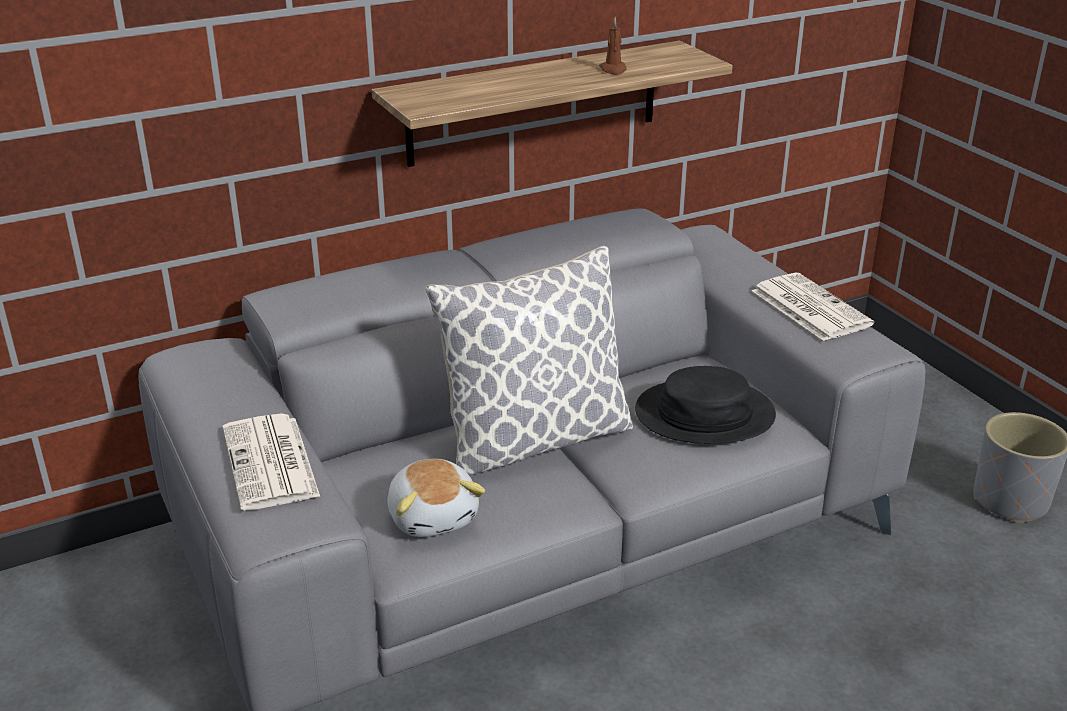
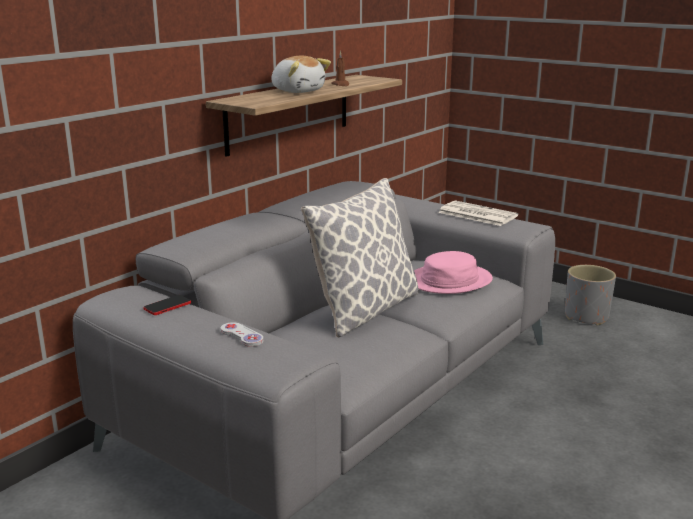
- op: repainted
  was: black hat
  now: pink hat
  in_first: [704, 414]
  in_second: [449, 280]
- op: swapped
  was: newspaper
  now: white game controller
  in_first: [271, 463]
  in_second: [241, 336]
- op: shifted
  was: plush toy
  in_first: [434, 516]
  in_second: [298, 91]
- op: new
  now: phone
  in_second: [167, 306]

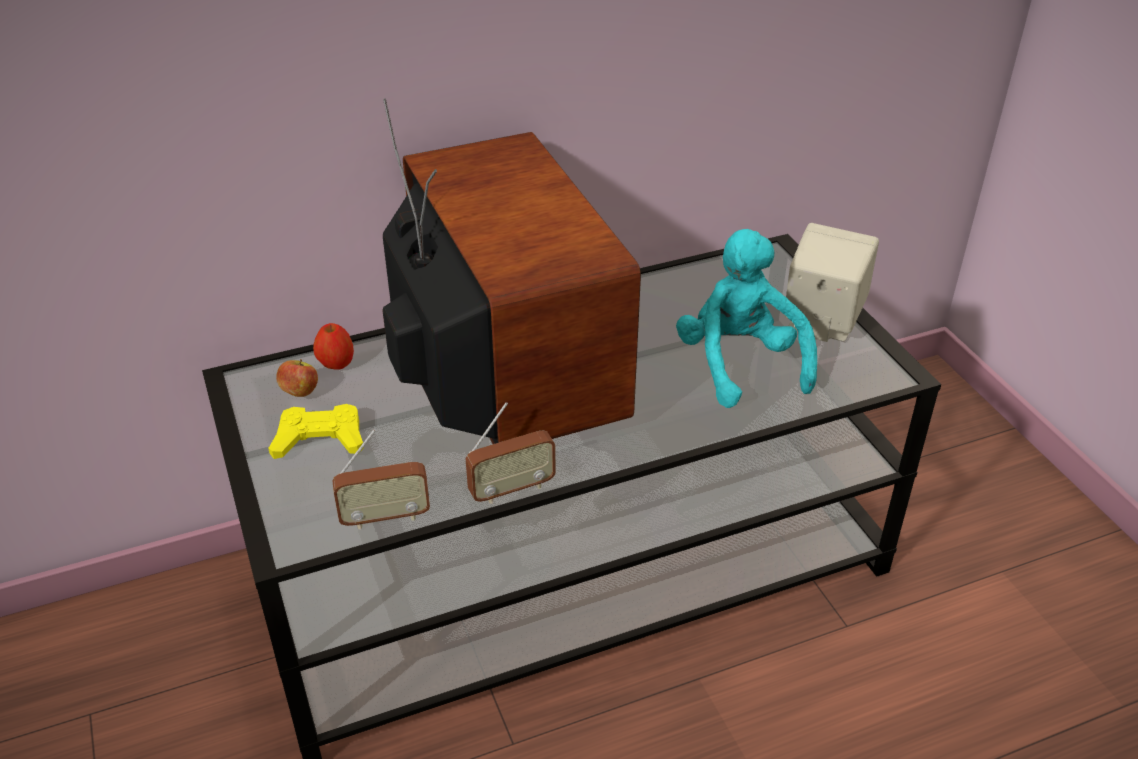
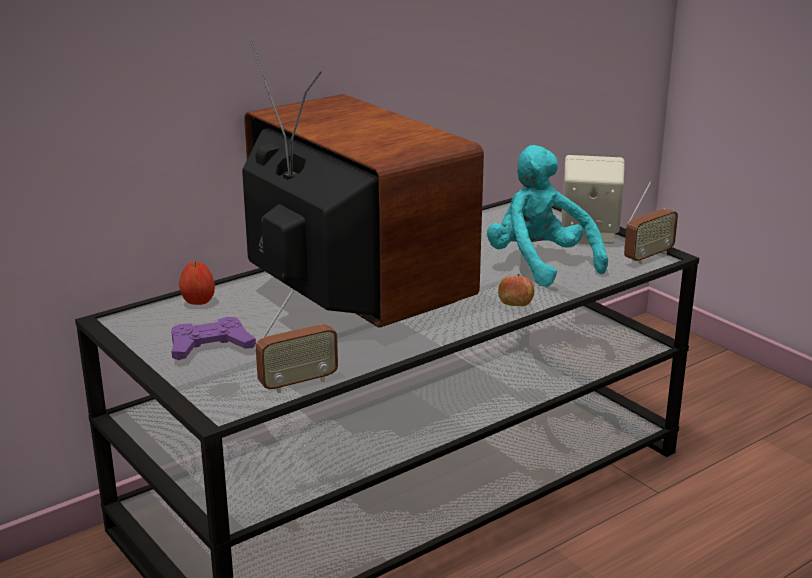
- op: shifted
  was: apple
  in_first: [299, 392]
  in_second: [515, 306]
- op: shifted
  was: radio
  in_first: [512, 489]
  in_second: [648, 256]
- op: repainted
  was: yellow game controller
  now: purple game controller
  in_first: [320, 439]
  in_second: [210, 347]

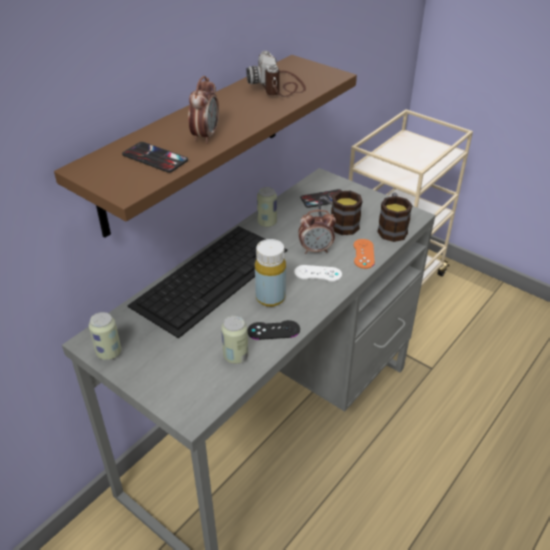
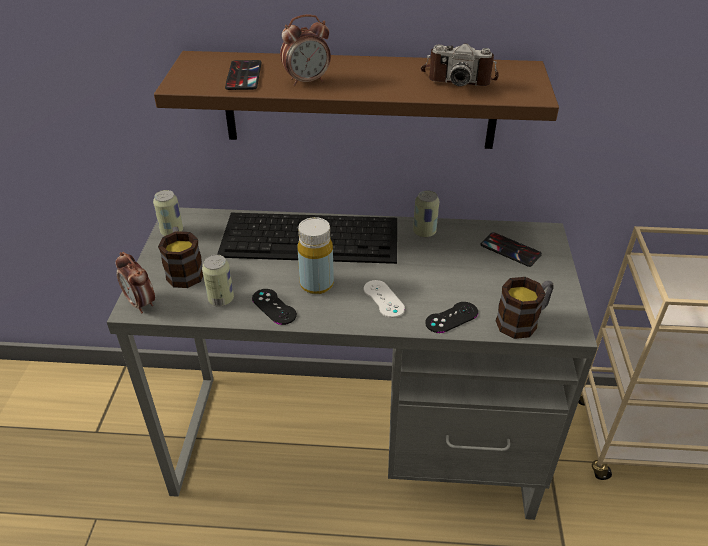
- op: rotated
  was: photo camera
  in_first: [279, 86]
  in_second: [458, 78]
  clockwise: -120
- op: shifted
  was: mug
  in_first: [338, 225]
  in_second: [184, 270]
- op: shifted
  was: alarm clock
  in_first: [316, 250]
  in_second: [141, 303]
- op: repainted
  was: orange game controller
  now: black game controller
  in_first: [363, 254]
  in_second: [451, 317]

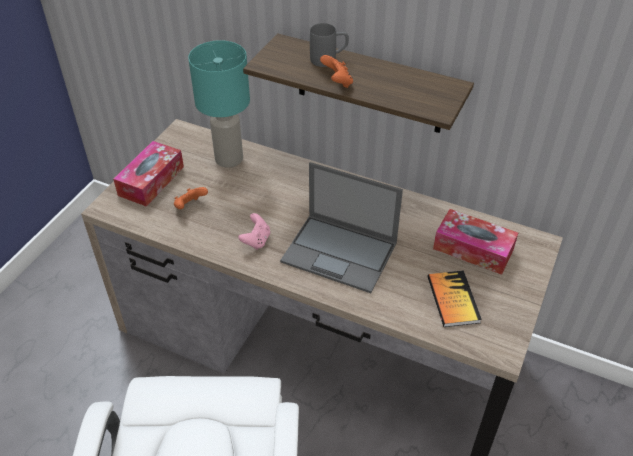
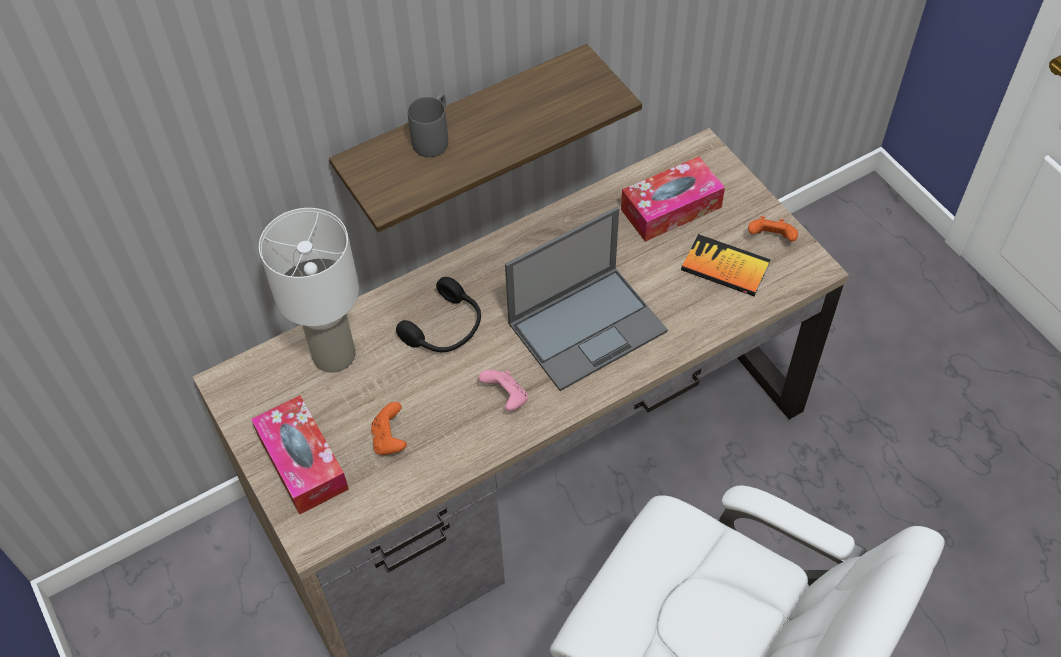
- op: repainted
  was: turquoise table lamp
  now: white table lamp
  in_first: [228, 159]
  in_second: [333, 356]
- op: shifted
  was: orange game controller
  in_first: [337, 82]
  in_second: [771, 239]
- op: new
  now: black headphones
  in_second: [446, 328]

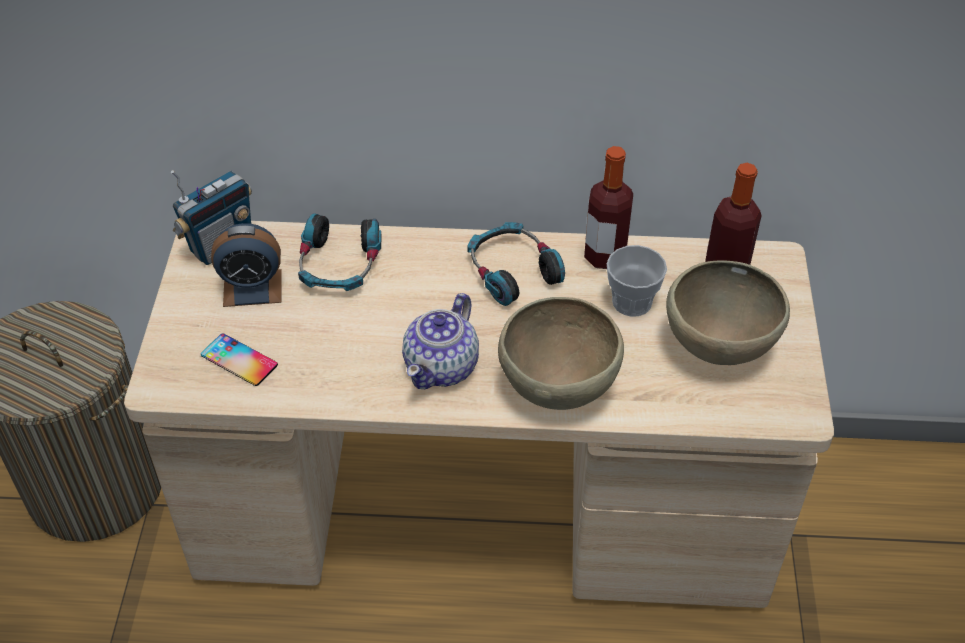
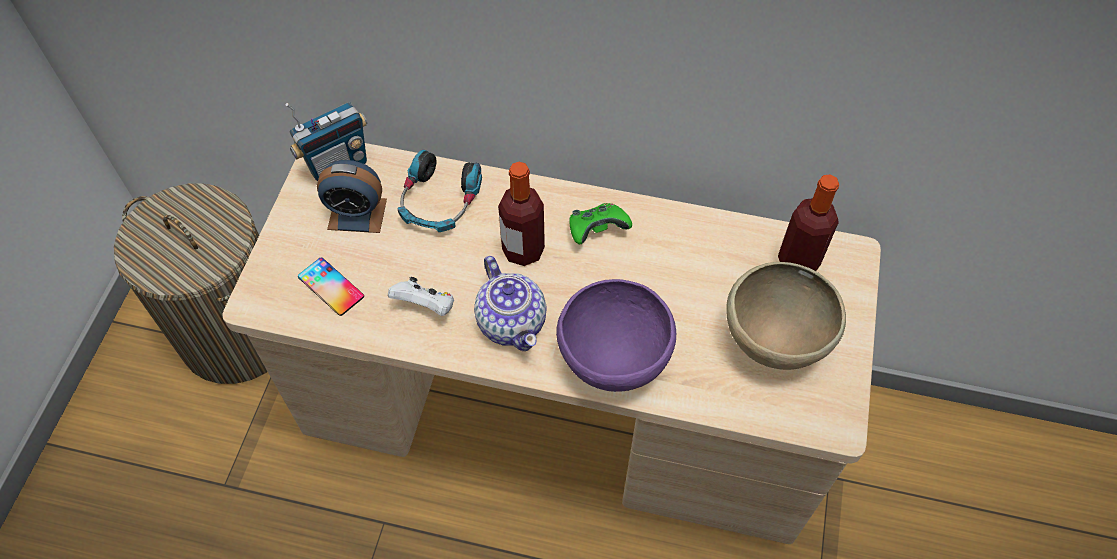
- op: shifted
  was: bottle
  in_first: [605, 256]
  in_second: [523, 250]
- op: swapped
  was: headphones
  now: green game controller
  in_first: [512, 271]
  in_second: [597, 231]
- op: gone
  was: cup
  in_first: [632, 302]
- op: rotated
  was: teapot
  in_first: [442, 366]
  in_second: [512, 321]
  clockwise: -60
- op: repainted
  was: brown bowl
  now: purple bowl
  in_first: [558, 387]
  in_second: [613, 360]
- op: new
  now: white game controller
  in_second: [426, 306]

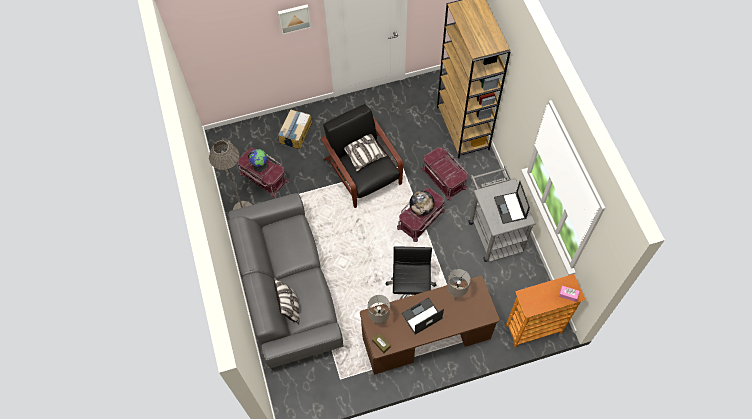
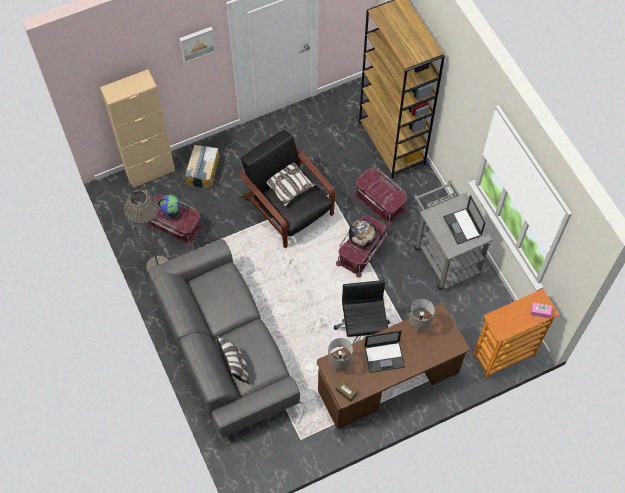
- op: rotated
  was: laptop
  in_first: [421, 316]
  in_second: [385, 356]
  clockwise: -150
- op: new
  now: beige cabinet
  in_second: [150, 171]

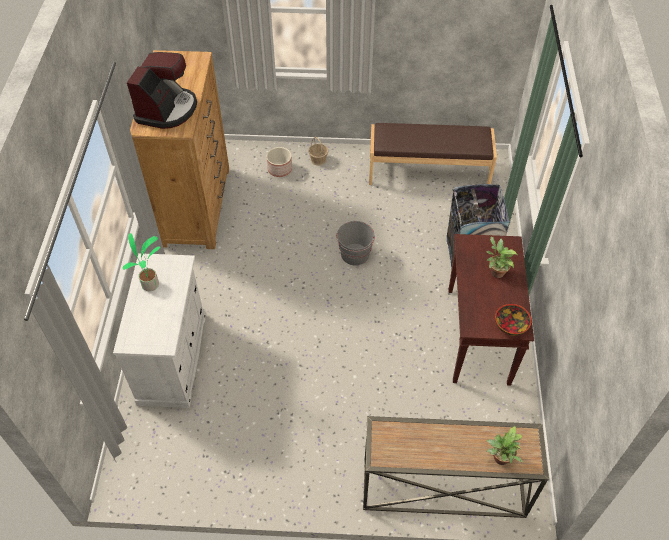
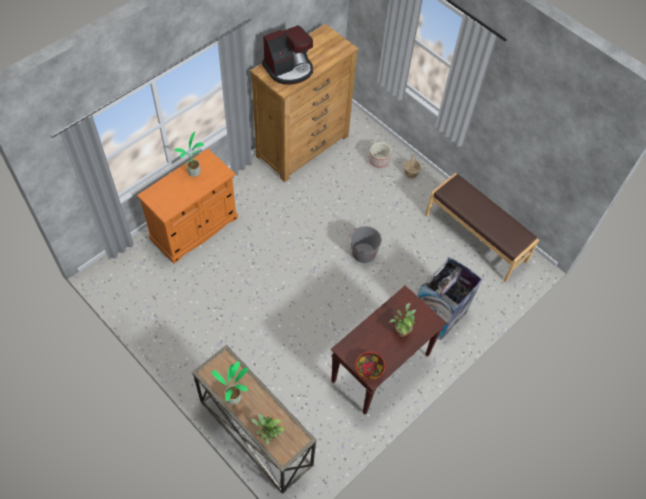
- op: repainted
  was: white cabinet
  now: orange cabinet
  in_first: [173, 358]
  in_second: [194, 228]
- op: new
  now: potted plant
  in_second: [234, 397]

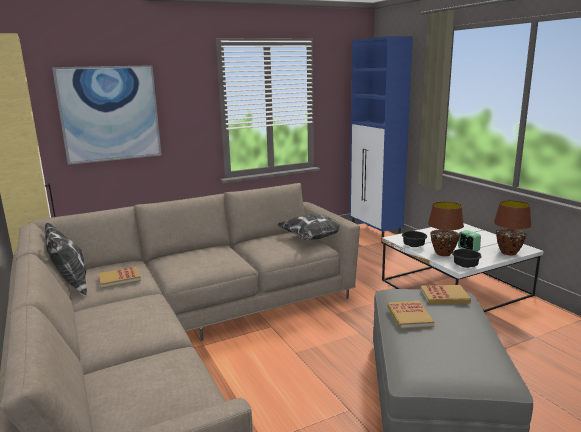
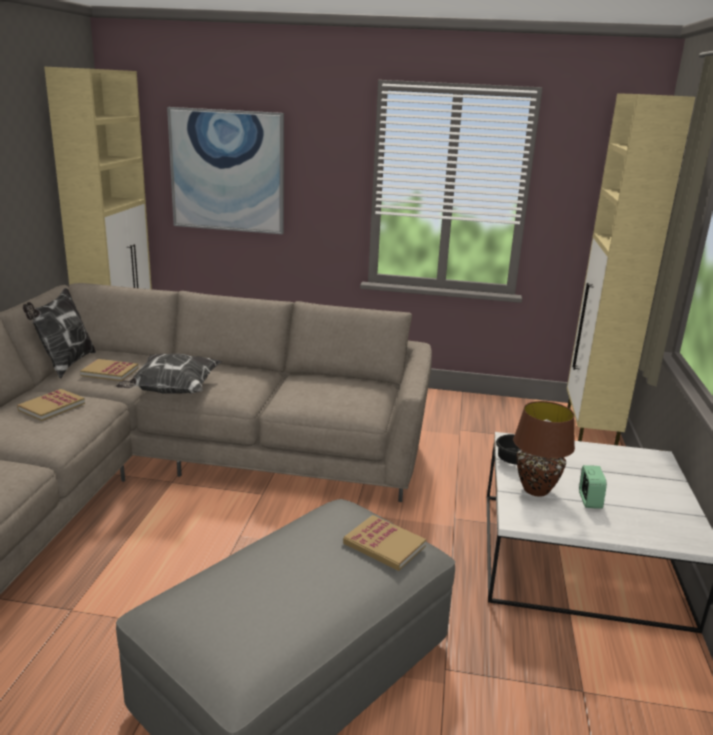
- op: repainted
  was: blue cabinet
  now: beige cabinet
  in_first: [375, 234]
  in_second: [590, 428]
- op: gone
  was: brown table lamp
  in_first: [508, 252]
- op: shifted
  was: pillow
  in_first: [312, 239]
  in_second: [172, 391]
- op: gone
  was: black bowl
  in_first: [466, 266]
- op: shifted
  was: book
  in_first: [409, 316]
  in_second: [51, 407]

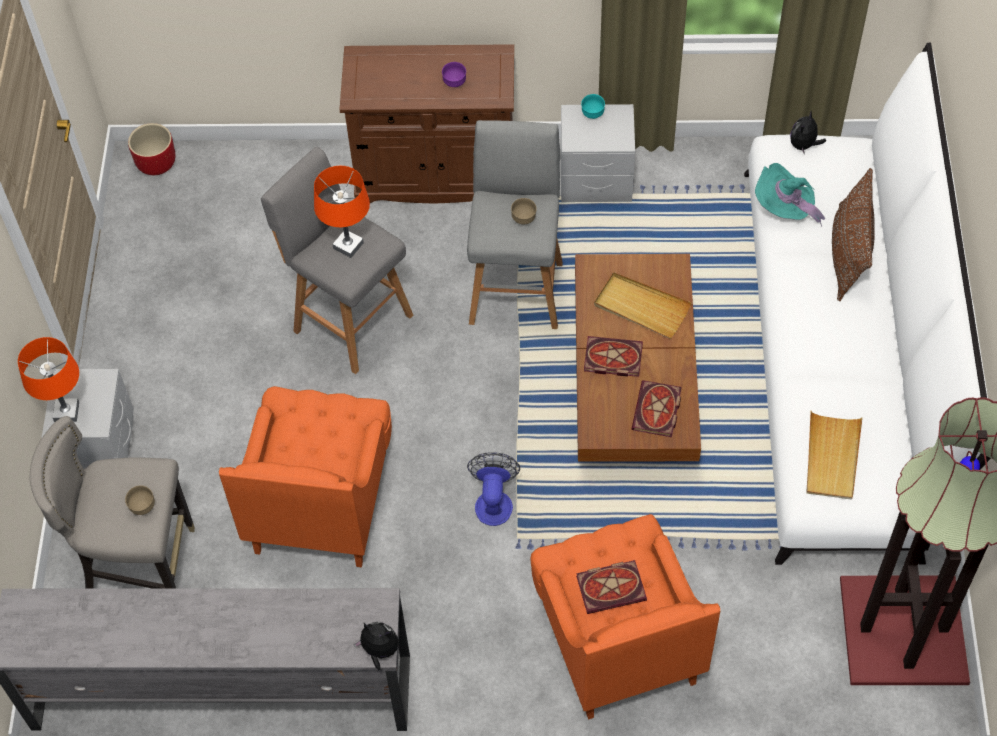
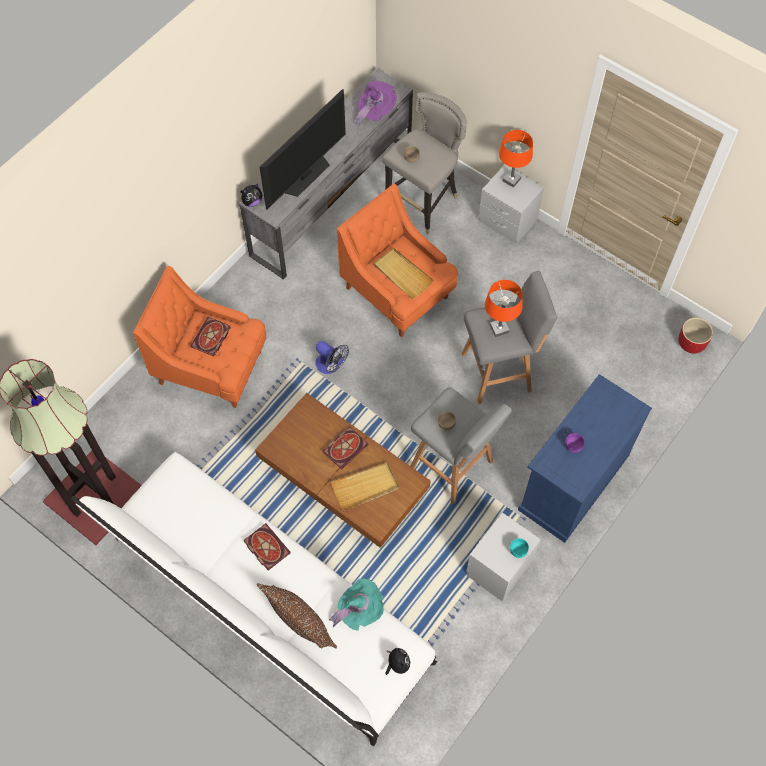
- op: repainted
  was: brown cabinet
  now: blue cabinet
  in_first: [436, 174]
  in_second: [573, 482]
- op: shifted
  was: book
  in_first: [657, 412]
  in_second: [265, 547]
- op: shifted
  was: beige tray
  in_first: [832, 457]
  in_second: [402, 274]
- op: new
  now: purple hat
  in_second: [375, 111]
- op: new
  now: television
  in_second: [305, 175]

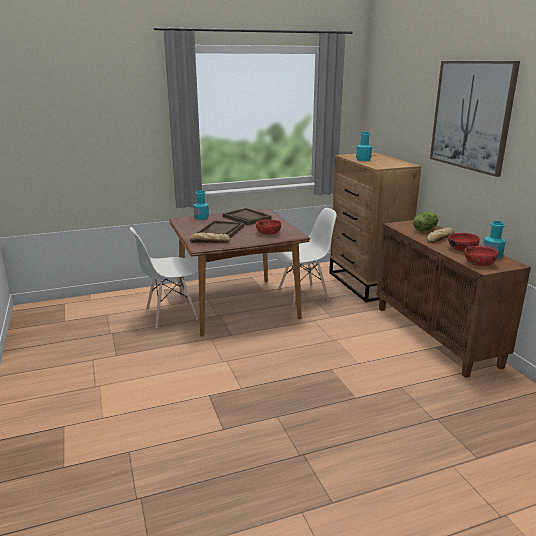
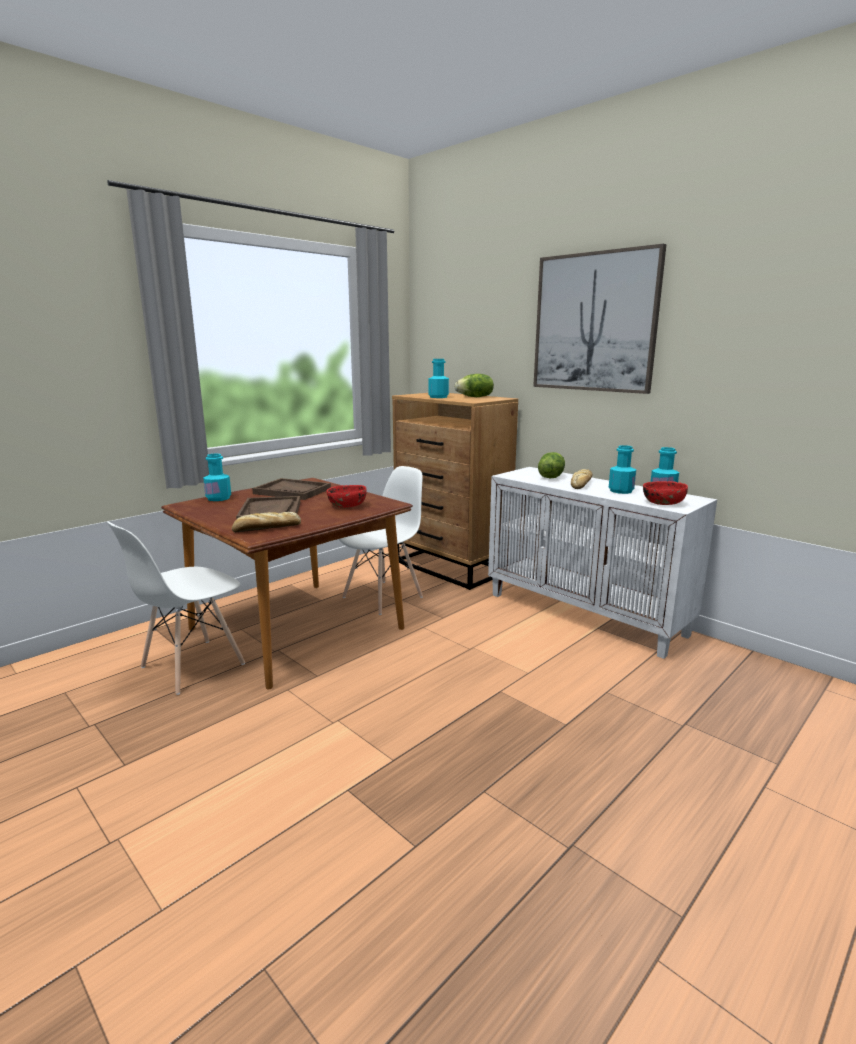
- op: repainted
  was: brown cabinet
  now: white cabinet
  in_first: [436, 336]
  in_second: [586, 614]
- op: swapped
  was: red bowl
  now: turquoise bottle
  in_first: [461, 249]
  in_second: [621, 491]
- op: new
  now: lettuce
  in_second: [475, 397]

